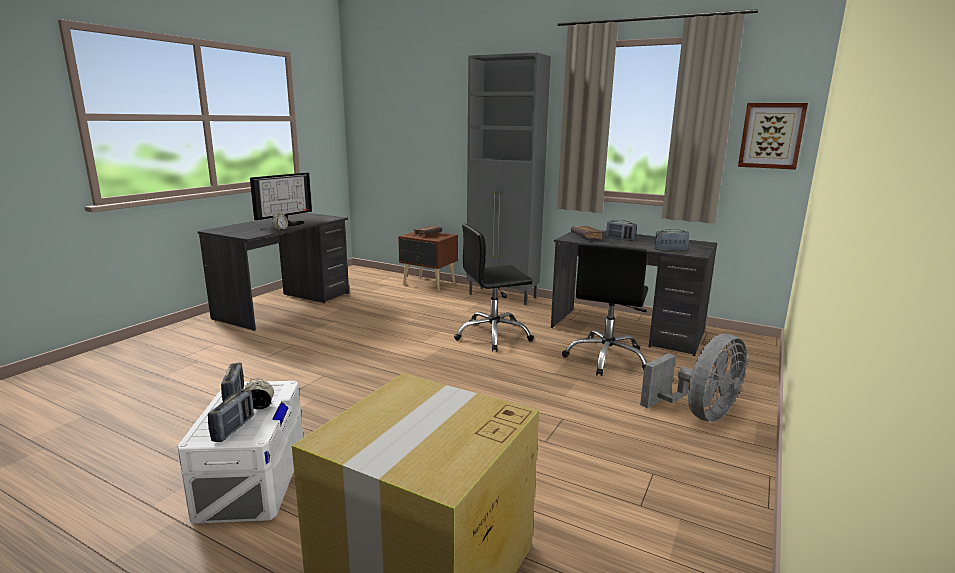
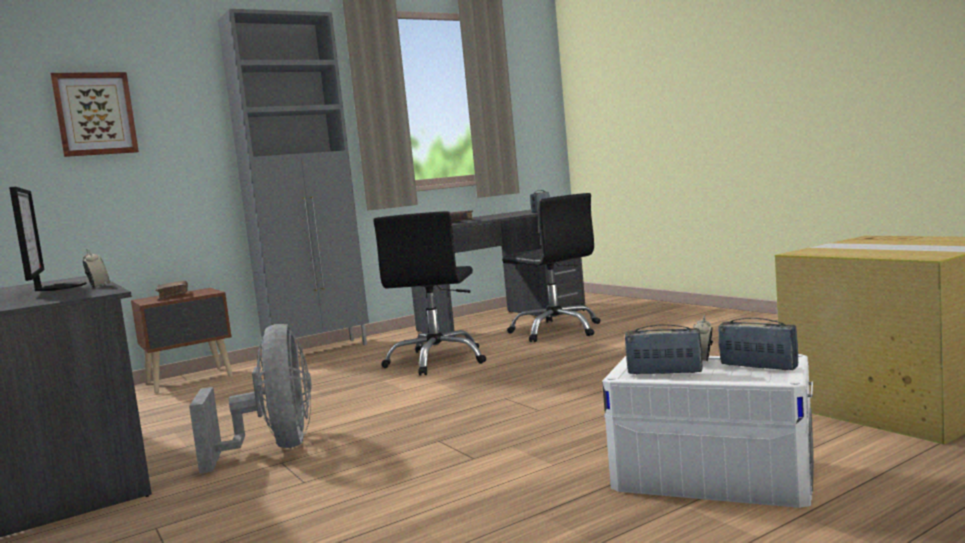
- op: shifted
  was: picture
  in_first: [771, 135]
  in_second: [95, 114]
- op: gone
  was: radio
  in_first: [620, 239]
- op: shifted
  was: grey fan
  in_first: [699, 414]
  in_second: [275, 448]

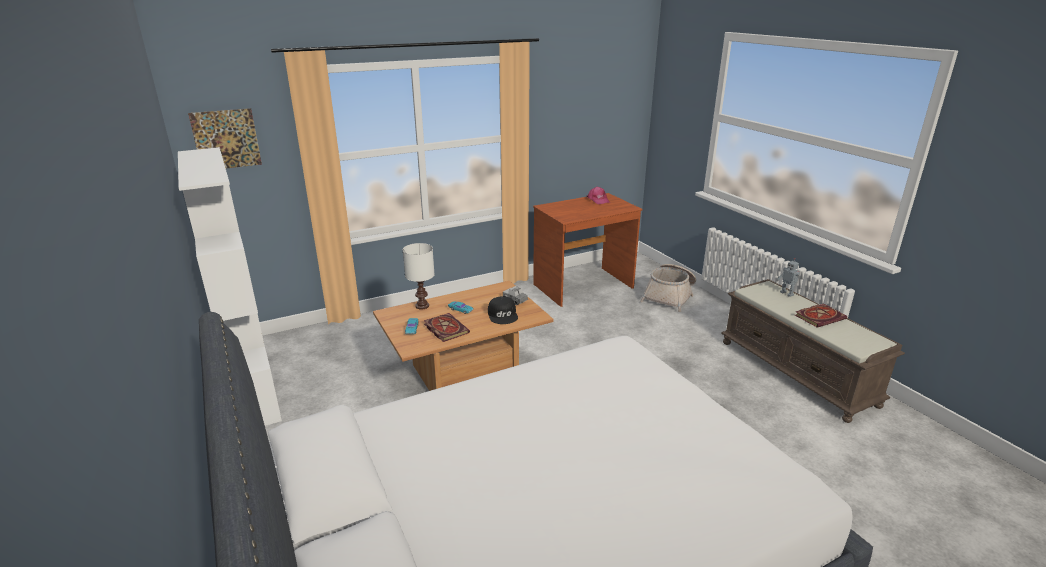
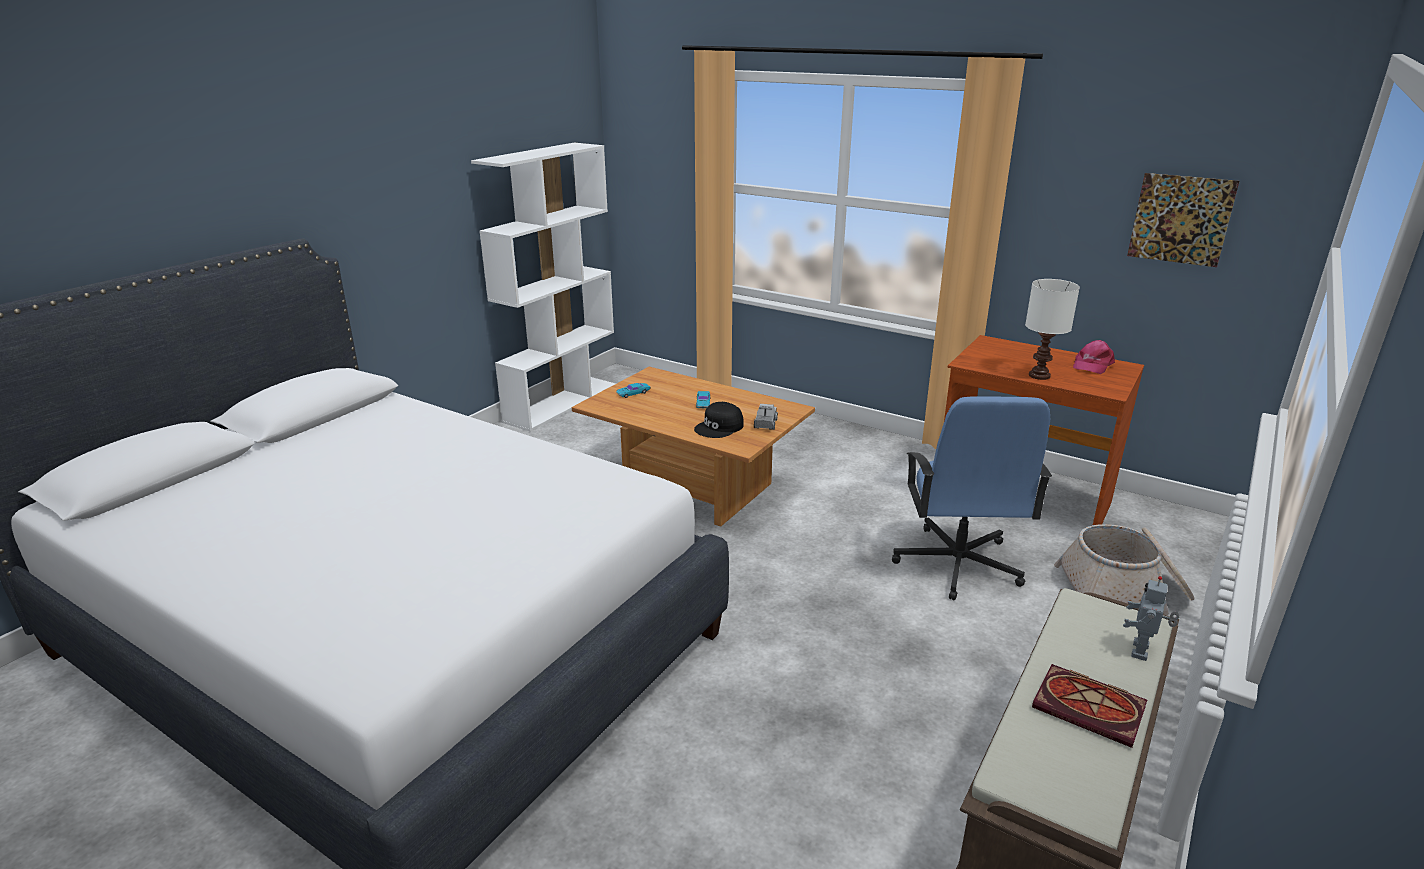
- op: shifted
  was: picture
  in_first: [226, 139]
  in_second: [1181, 219]
- op: shifted
  was: white table lamp
  in_first: [422, 306]
  in_second: [1038, 376]
- op: gone
  was: book
  in_first: [445, 328]
- op: new
  now: blue office chair
  in_second: [957, 564]

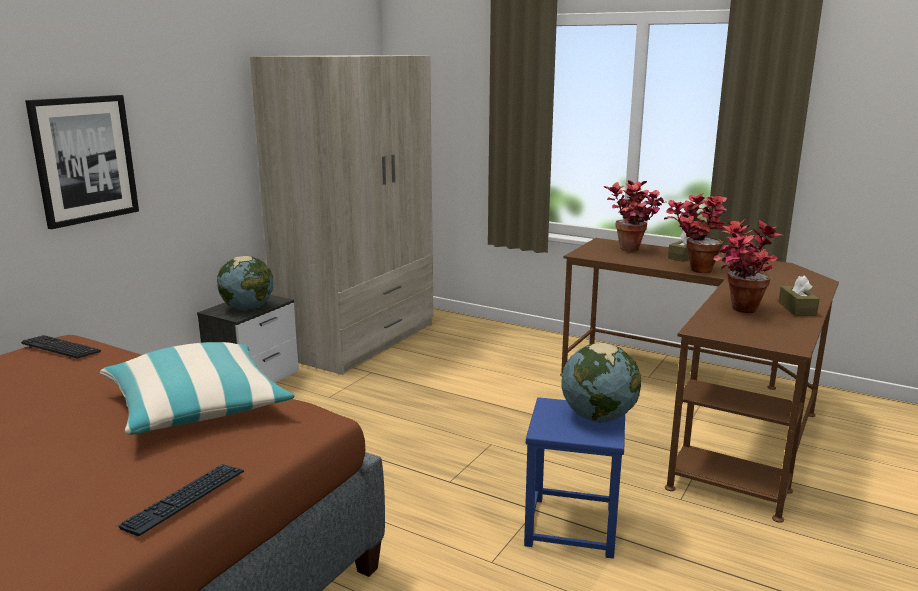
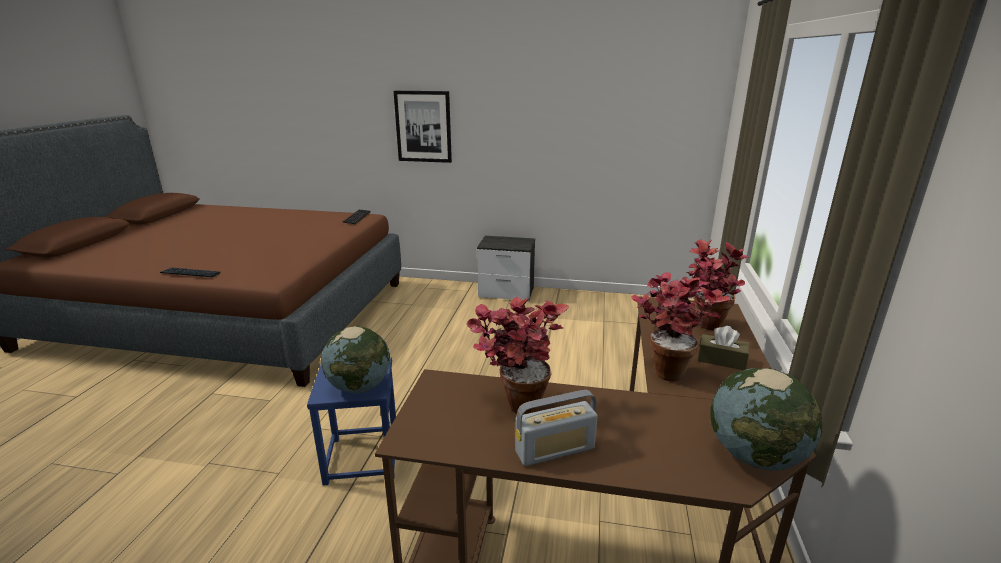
- op: gone
  was: beige wardrobe
  in_first: [359, 340]
- op: shifted
  was: globe
  in_first: [248, 308]
  in_second: [755, 457]
- op: swapped
  was: brown tissue box
  now: radio
  in_first: [797, 309]
  in_second: [555, 450]
- op: gone
  was: pillow
  in_first: [196, 406]

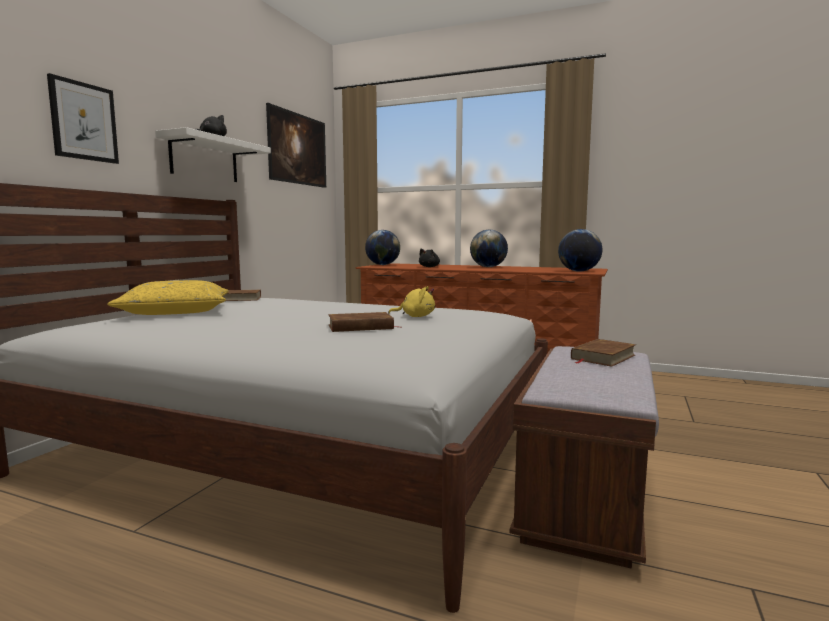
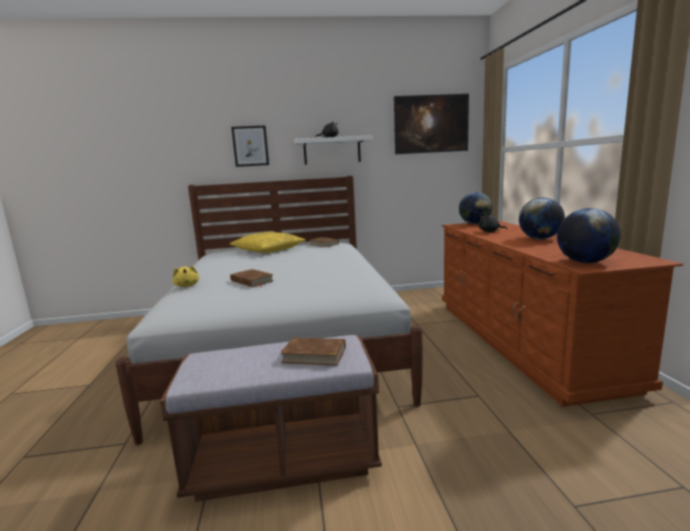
- op: shifted
  was: yellow plush toy
  in_first: [415, 316]
  in_second: [187, 286]

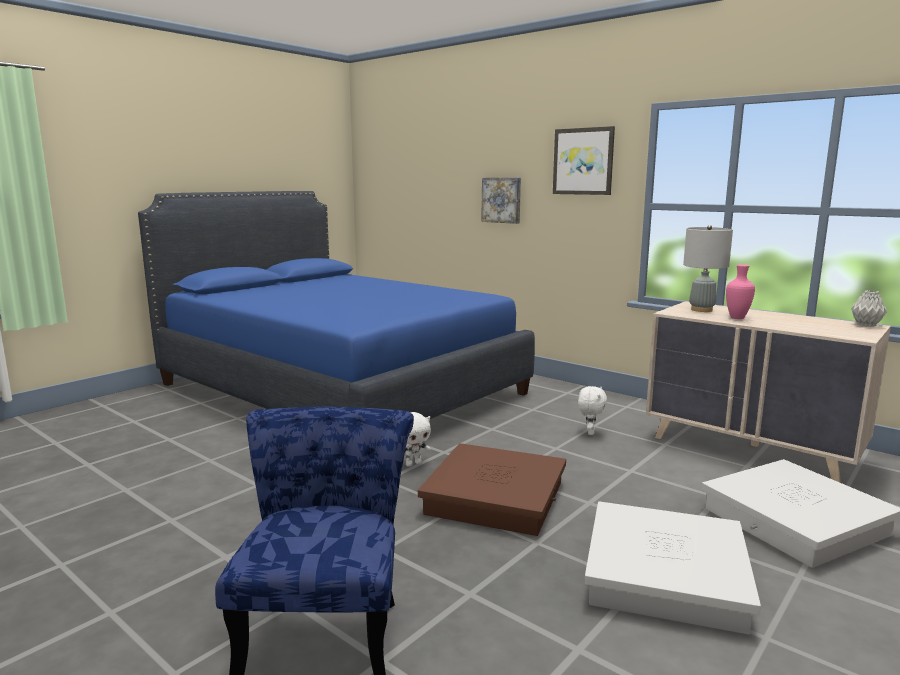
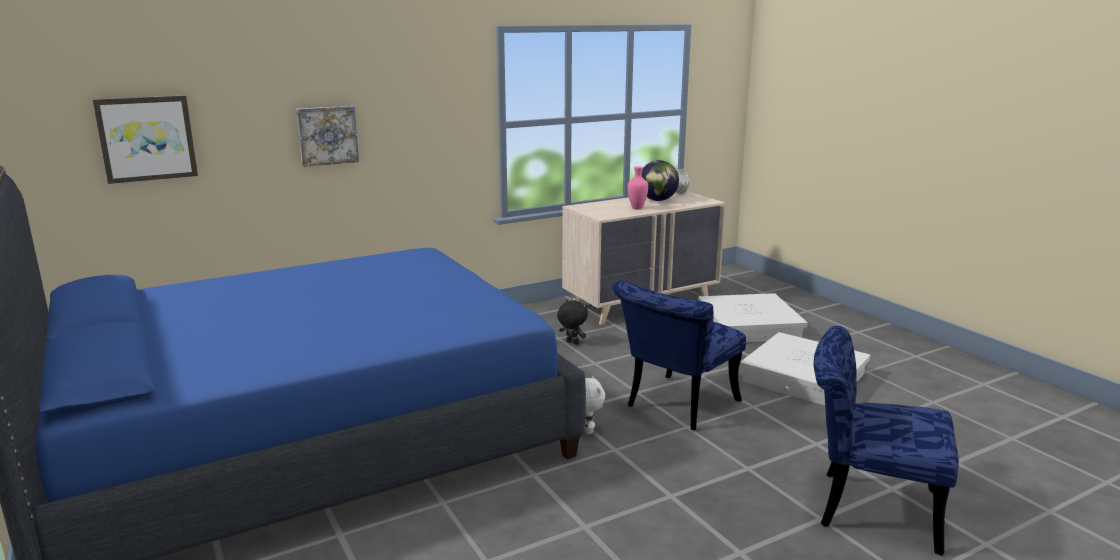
- op: shifted
  was: picture
  in_first: [583, 161]
  in_second: [147, 138]
- op: gone
  was: grey table lamp
  in_first: [701, 310]
- op: repainted
  was: white plush toy
  now: black plush toy
  in_first: [590, 432]
  in_second: [572, 343]
- op: swapped
  was: brown storage box
  now: blue chair
  in_first: [495, 497]
  in_second: [676, 406]
- op: new
  now: globe
  in_second: [657, 200]

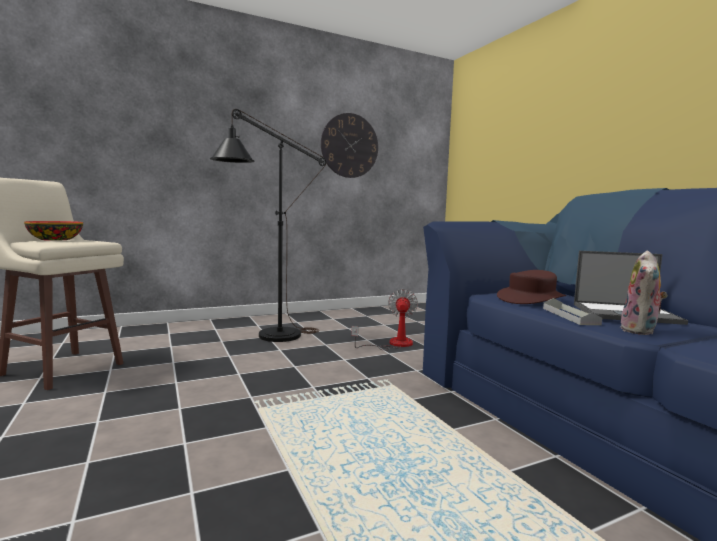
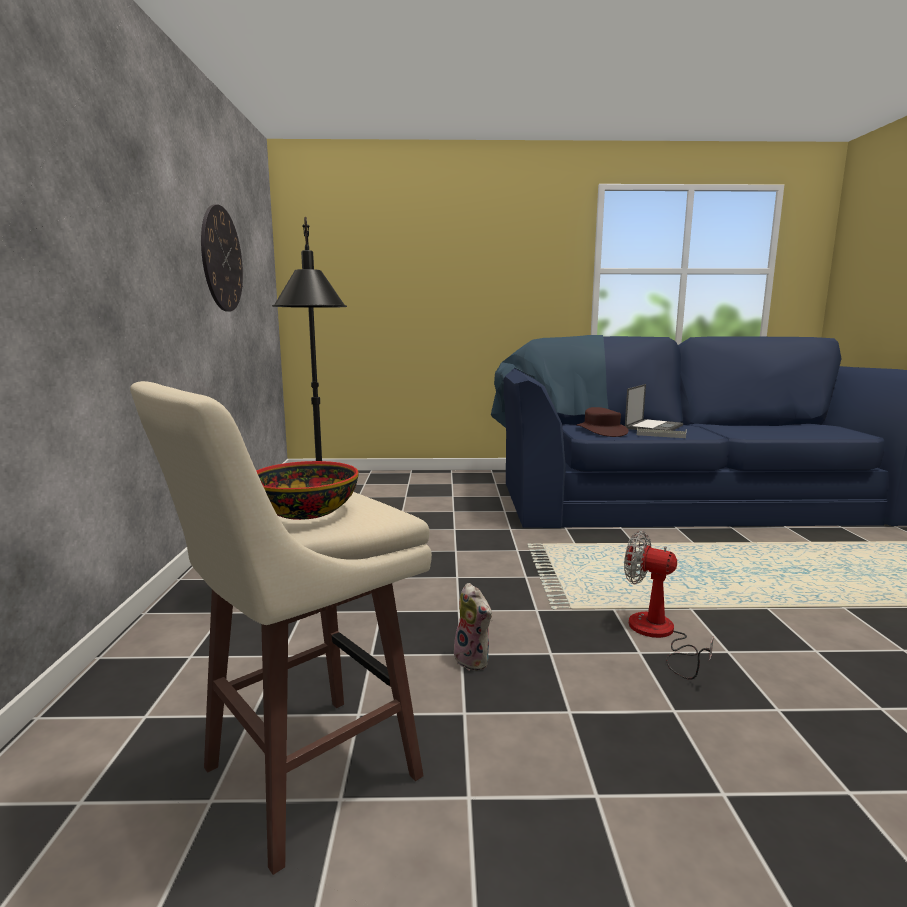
- op: shifted
  was: plush toy
  in_first: [641, 331]
  in_second: [474, 660]
- op: shifted
  was: fan
  in_first: [393, 344]
  in_second: [658, 635]

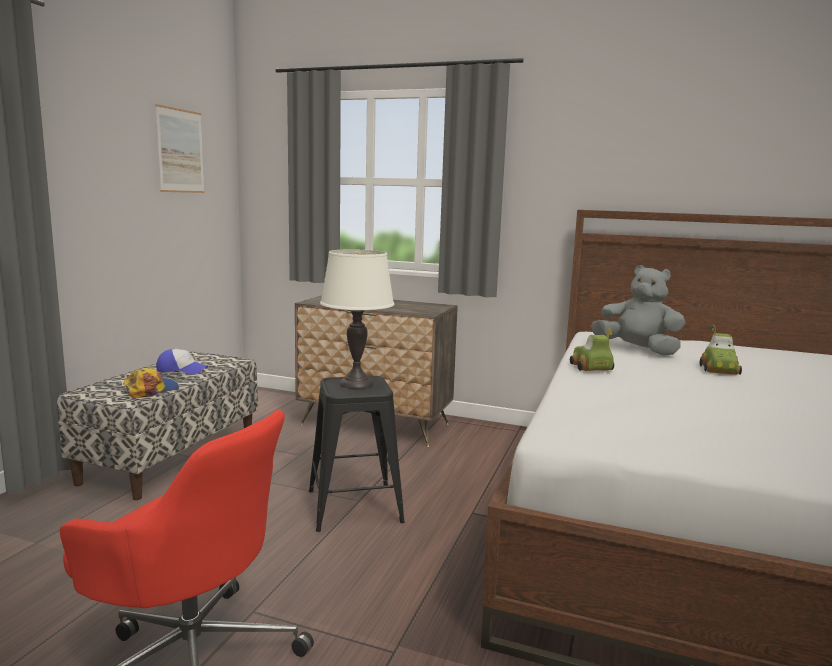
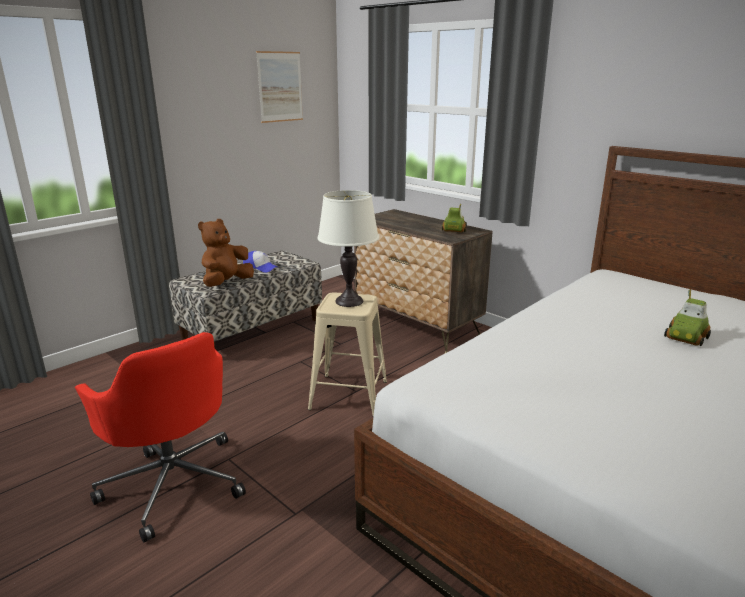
- op: gone
  was: grey plush toy
  in_first: [637, 350]
- op: shifted
  was: toy car
  in_first: [590, 368]
  in_second: [453, 230]
- op: swapped
  was: cap
  now: brown plush toy
  in_first: [151, 390]
  in_second: [226, 283]
- op: repainted
  was: black stool
  now: beige stool
  in_first: [354, 506]
  in_second: [348, 395]

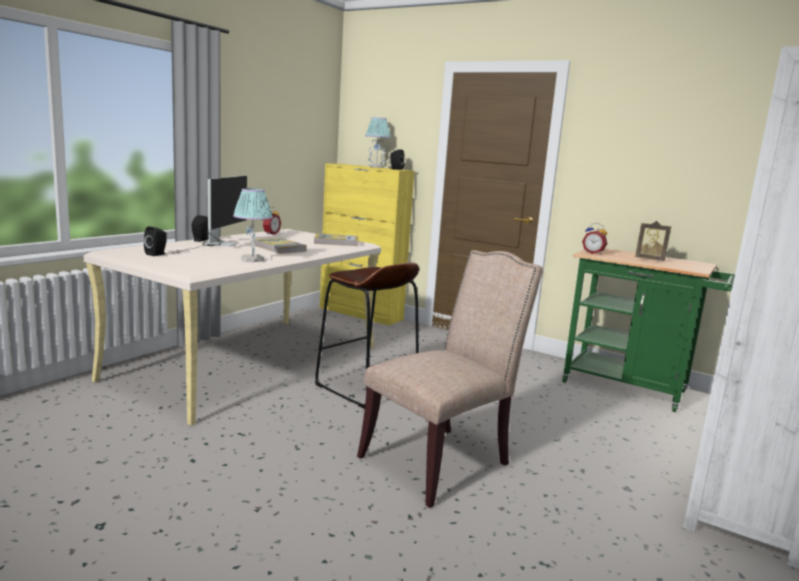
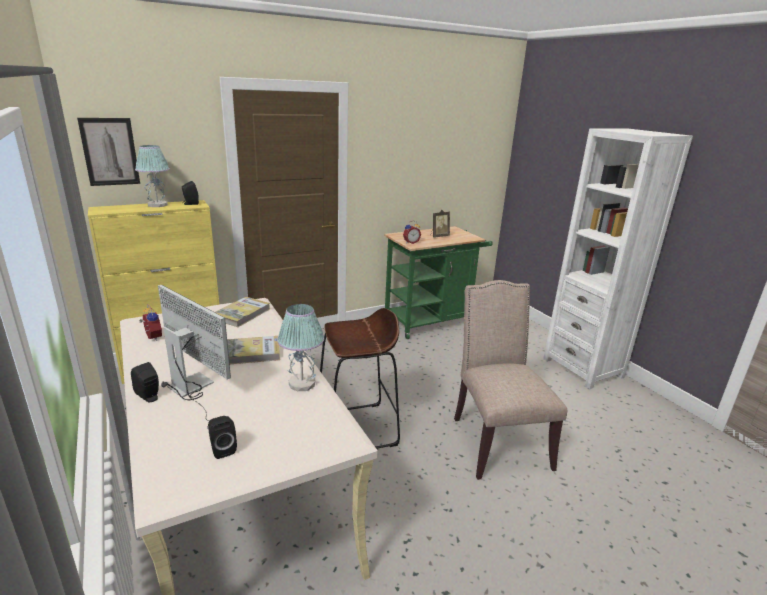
- op: new
  now: picture
  in_second: [110, 152]

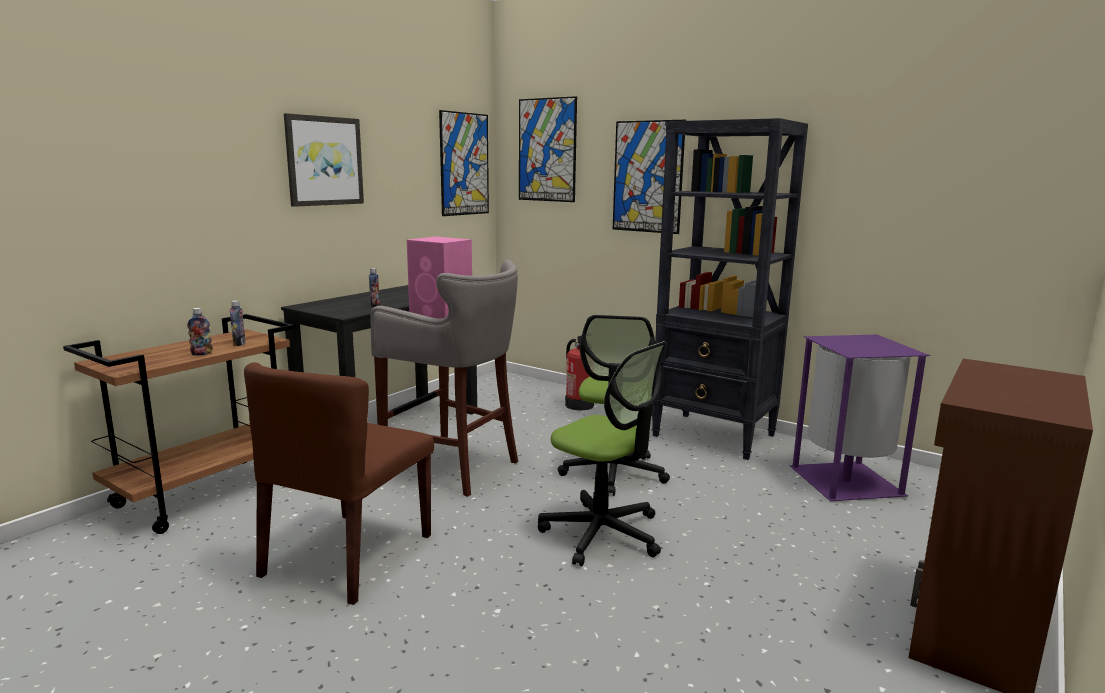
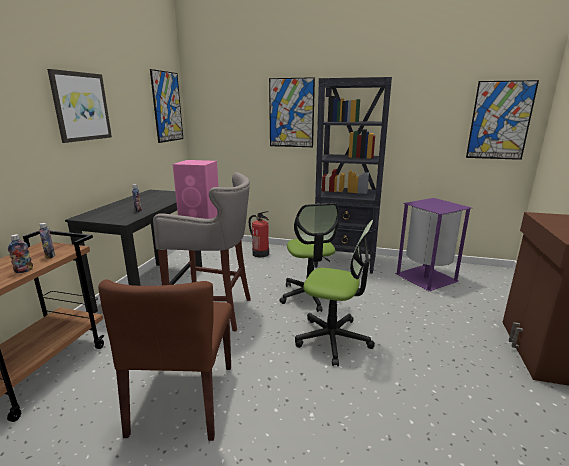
- op: shifted
  was: picture
  in_first: [547, 150]
  in_second: [500, 121]

